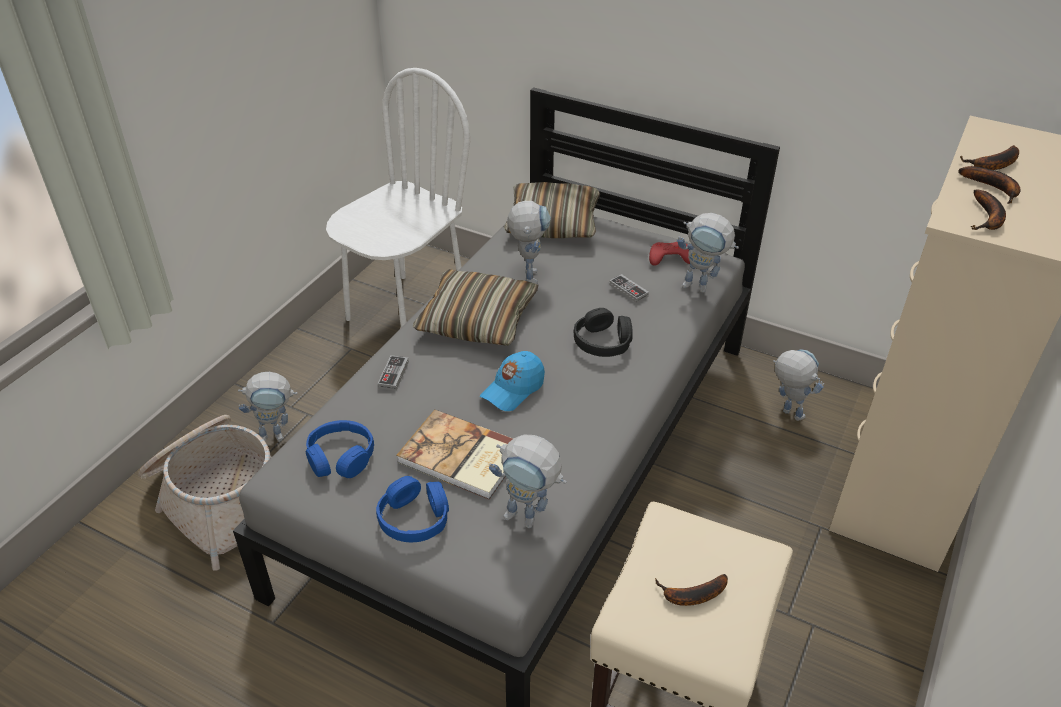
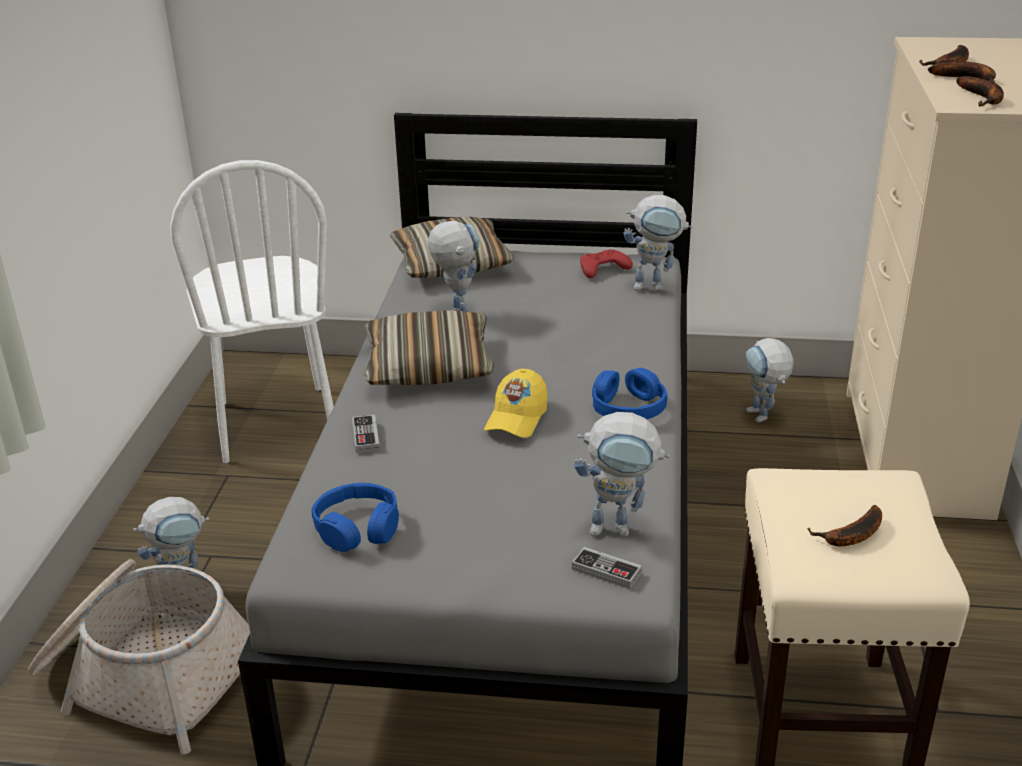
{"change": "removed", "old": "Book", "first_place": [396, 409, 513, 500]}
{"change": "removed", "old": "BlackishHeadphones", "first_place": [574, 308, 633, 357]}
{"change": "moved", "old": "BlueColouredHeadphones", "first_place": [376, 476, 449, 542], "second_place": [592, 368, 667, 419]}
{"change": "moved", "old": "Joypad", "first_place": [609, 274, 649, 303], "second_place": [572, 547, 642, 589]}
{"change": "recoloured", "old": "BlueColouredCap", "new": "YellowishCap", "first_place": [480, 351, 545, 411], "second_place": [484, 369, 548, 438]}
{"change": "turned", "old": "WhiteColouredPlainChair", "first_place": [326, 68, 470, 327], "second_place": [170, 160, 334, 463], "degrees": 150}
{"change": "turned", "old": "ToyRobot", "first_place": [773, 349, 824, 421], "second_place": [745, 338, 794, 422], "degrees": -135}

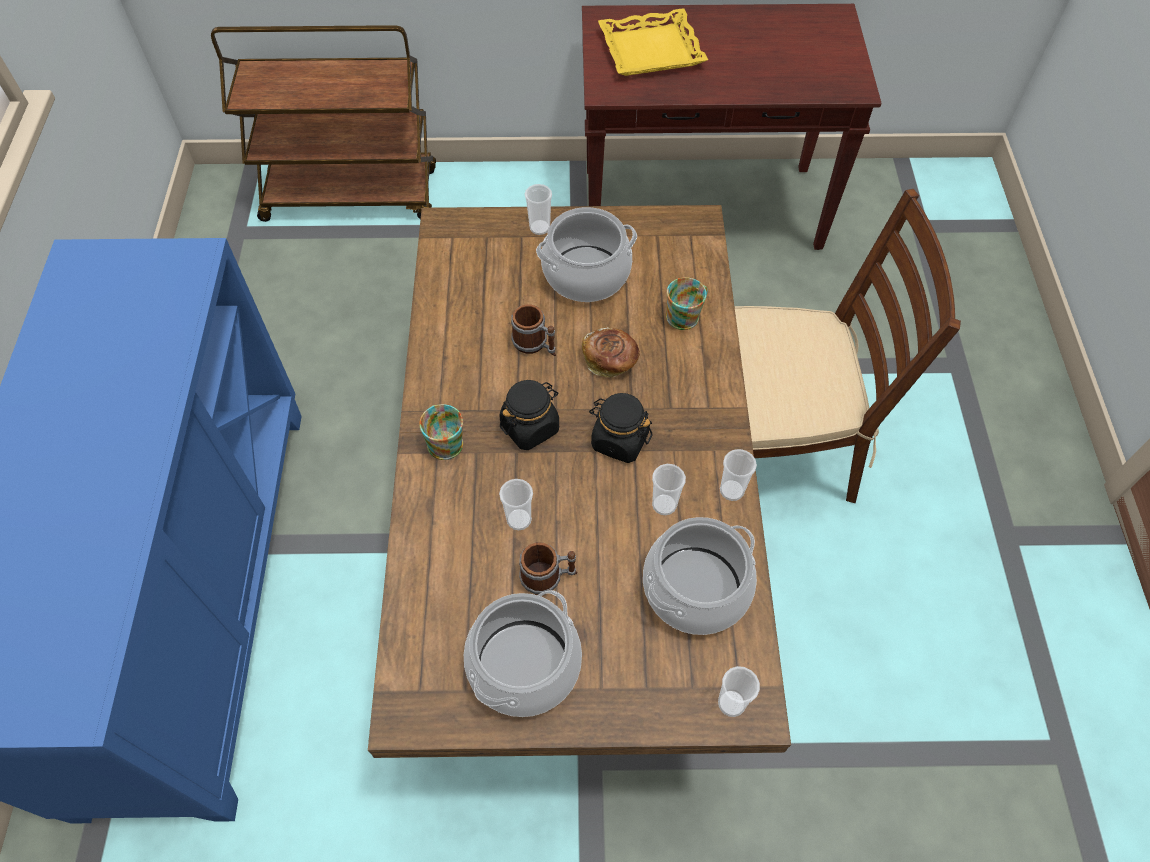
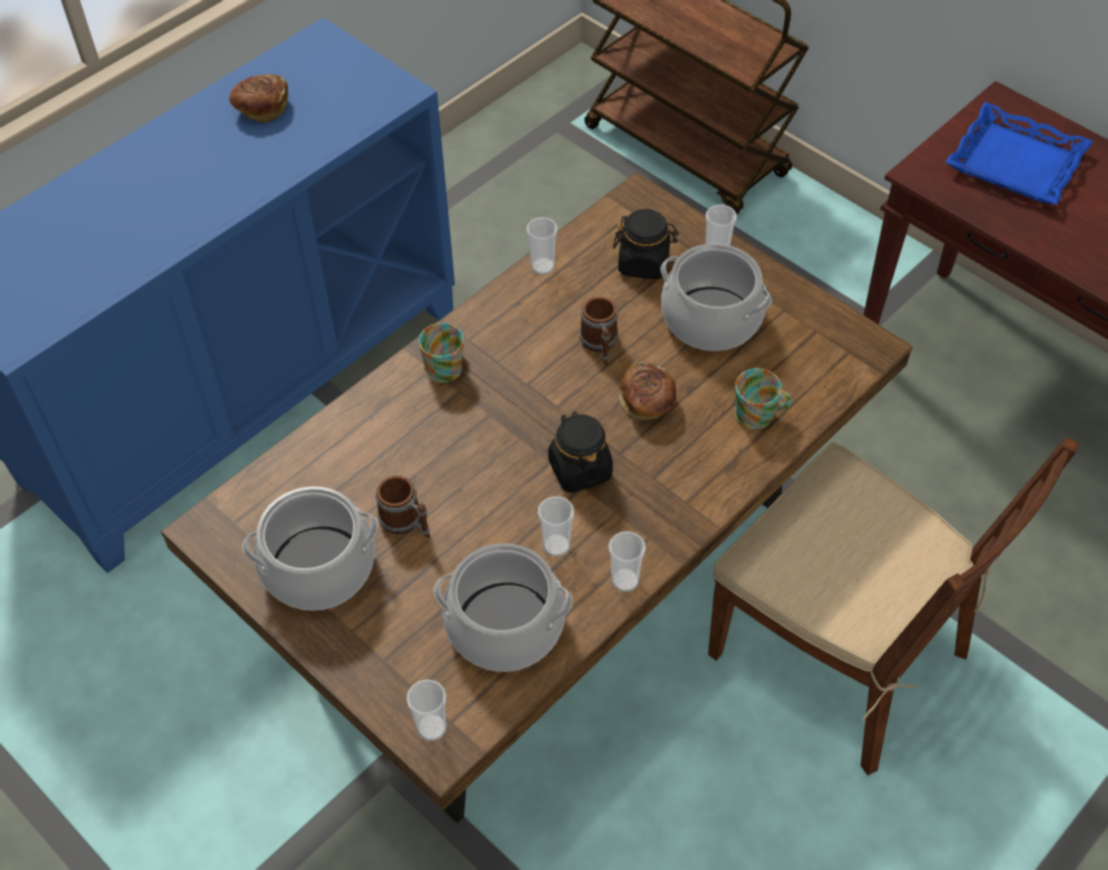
{"change": "added", "new": "BakeryBread", "second_place": [229, 74, 288, 123]}
{"change": "moved", "old": "BlackishStorageJar", "first_place": [499, 380, 559, 450], "second_place": [613, 209, 679, 279]}
{"change": "moved", "old": "Cup", "first_place": [499, 479, 533, 530], "second_place": [526, 217, 558, 275]}
{"change": "recoloured", "old": "YellowishServingTray", "new": "BlueColouredServingTray", "first_place": [598, 8, 708, 76], "second_place": [945, 102, 1093, 204]}

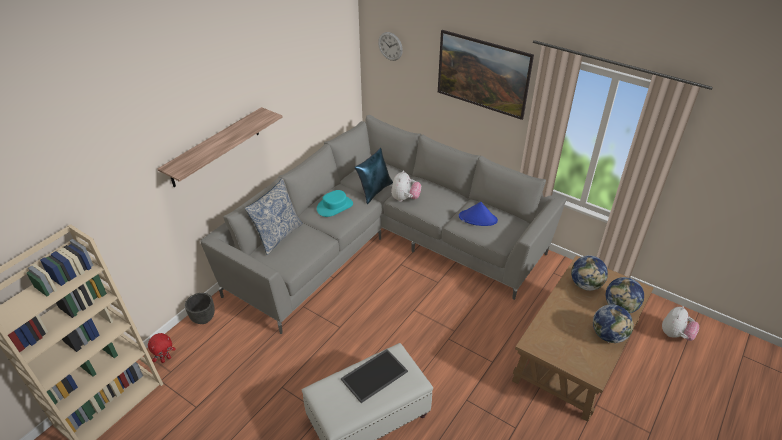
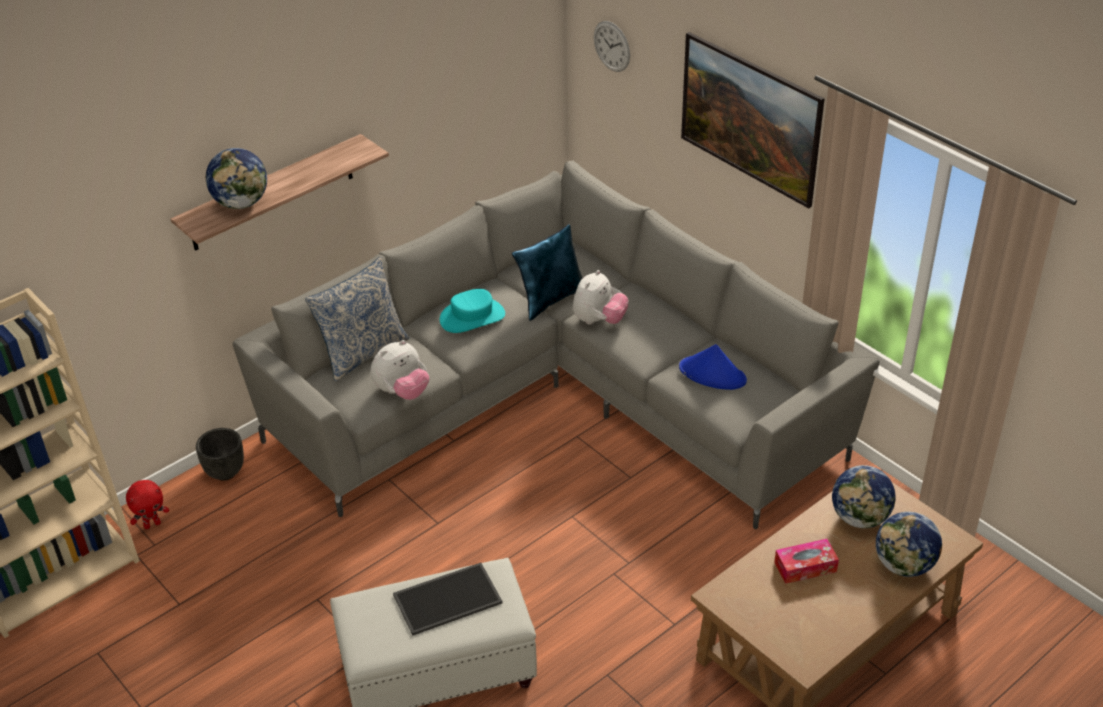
{"change": "added", "new": "TissueHolder", "second_place": [774, 539, 839, 584]}
{"change": "moved", "old": "WorldGlobe", "first_place": [593, 304, 634, 343], "second_place": [205, 148, 267, 209]}
{"change": "moved", "old": "SoftToy", "first_place": [662, 306, 699, 341], "second_place": [371, 340, 429, 400]}

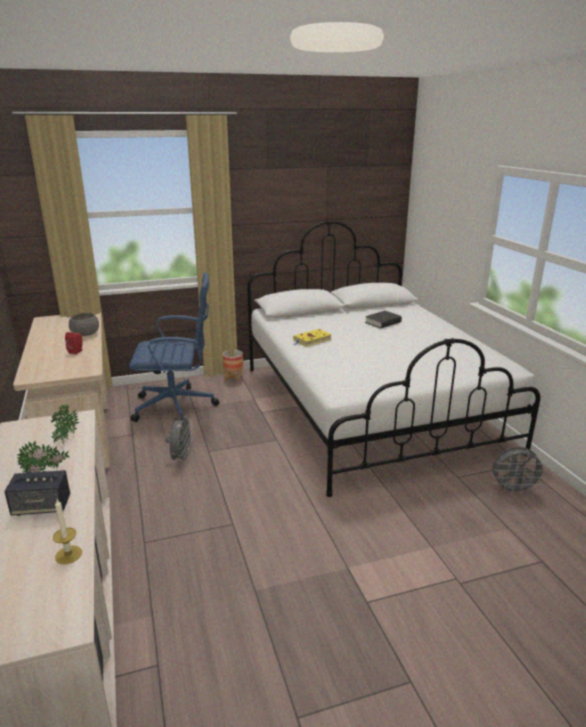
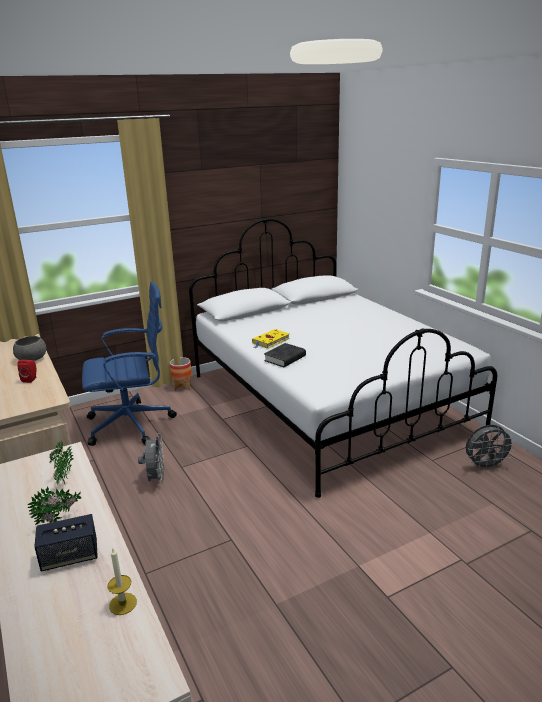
{"change": "moved", "old": "BlackishBook", "first_place": [365, 311, 402, 328], "second_place": [264, 343, 306, 367]}

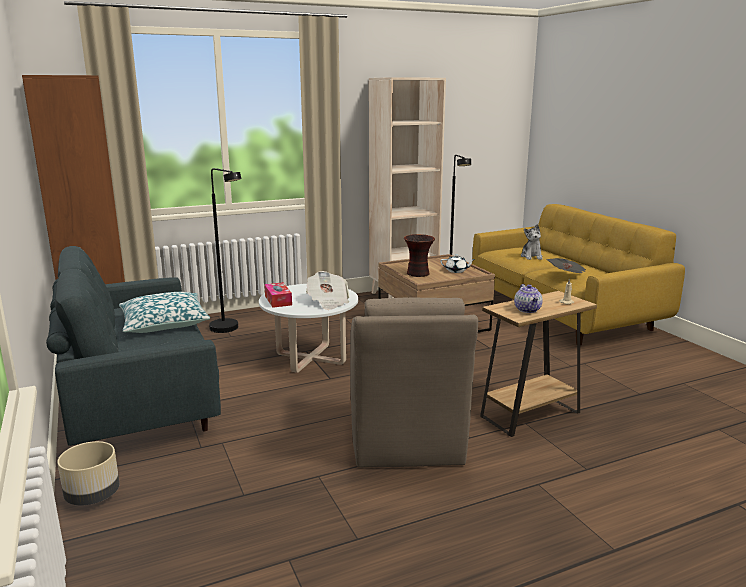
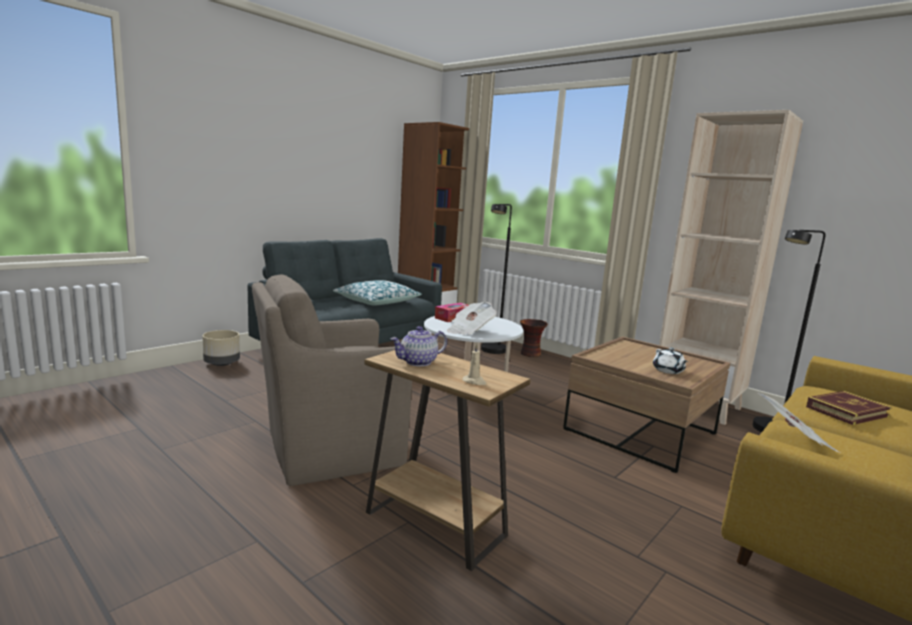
{"change": "moved", "old": "DecorativeVase", "first_place": [404, 234, 435, 277], "second_place": [520, 319, 548, 357]}
{"change": "replaced", "old": "SoftToy", "new": "Book", "first_place": [521, 224, 543, 260], "second_place": [806, 391, 892, 425]}

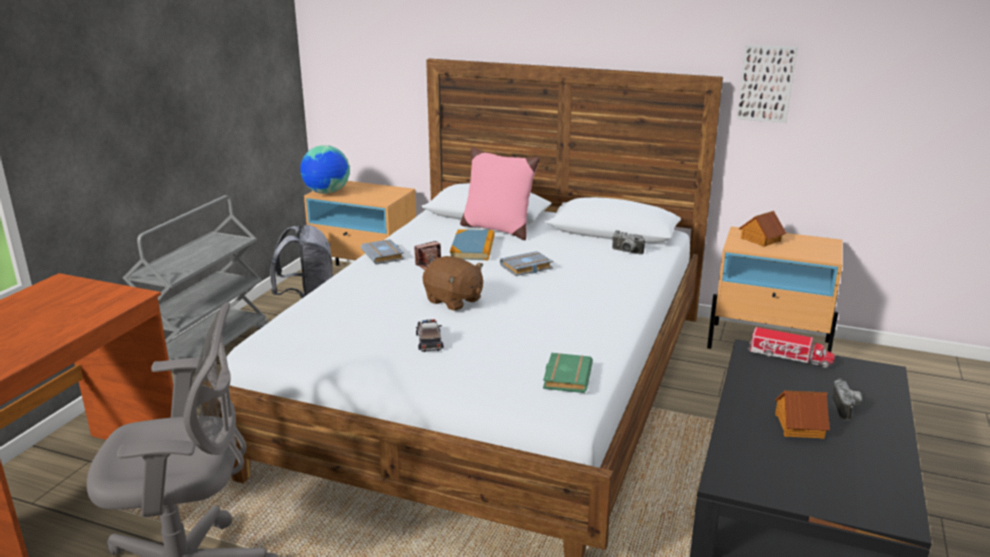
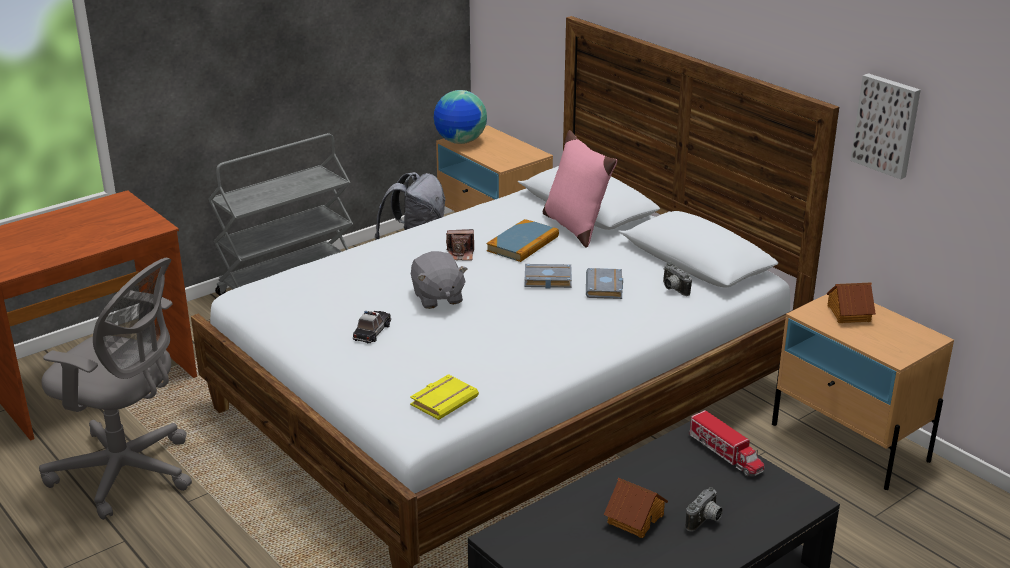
{"change": "moved", "old": "GreyBook", "first_place": [361, 239, 405, 264], "second_place": [586, 268, 623, 299]}
{"change": "recoloured", "old": "BrownishSoftToy", "new": "GreySoftToy", "first_place": [423, 256, 483, 311], "second_place": [411, 251, 467, 309]}
{"change": "recoloured", "old": "GreenColouredBook", "new": "YellowishBook", "first_place": [543, 353, 593, 393], "second_place": [410, 374, 479, 420]}

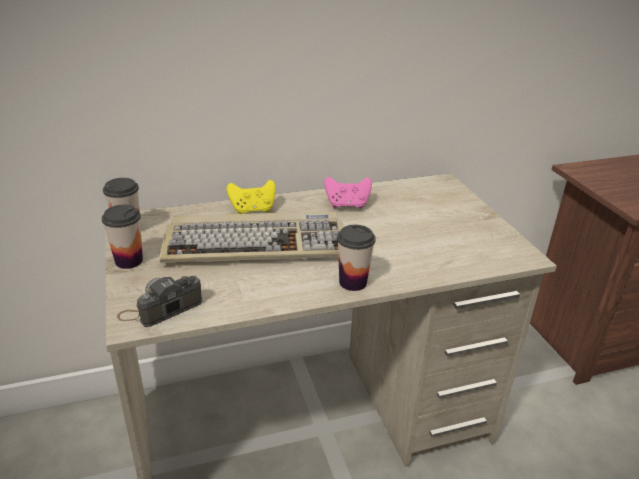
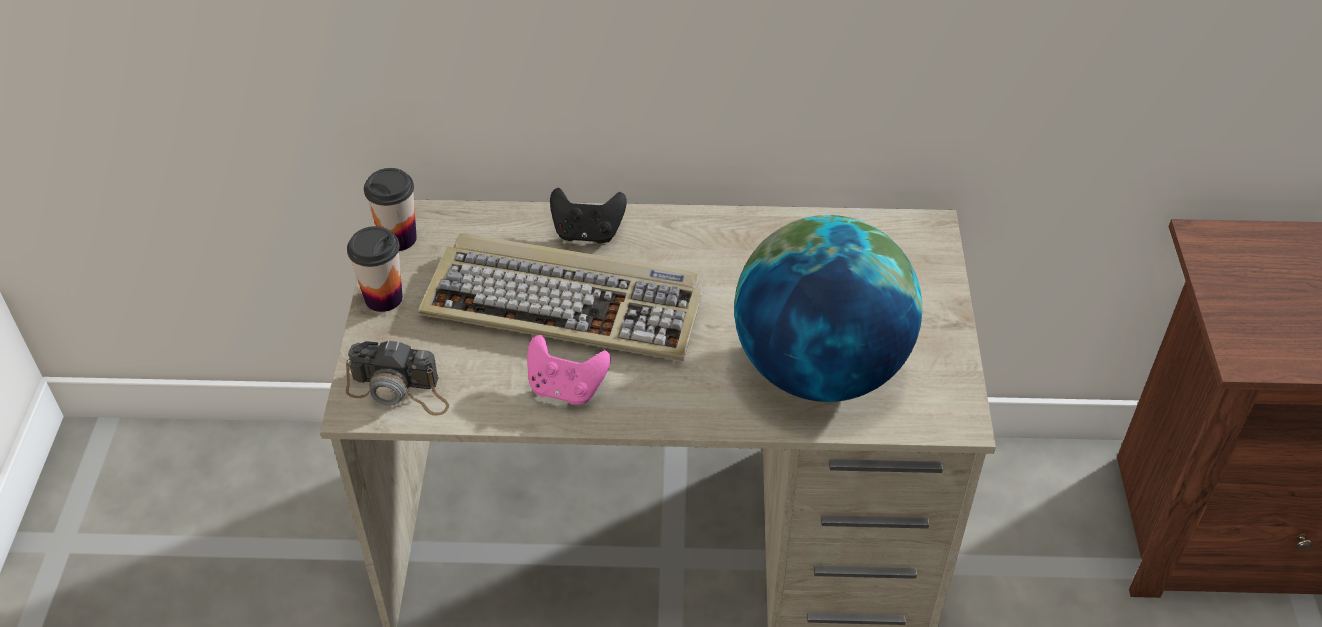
{"change": "removed", "old": "Cup", "first_place": [337, 225, 376, 291]}
{"change": "added", "new": "WorldGlobe", "second_place": [734, 215, 922, 402]}
{"change": "moved", "old": "PinkJoypad", "first_place": [324, 177, 372, 209], "second_place": [527, 335, 611, 405]}
{"change": "recoloured", "old": "YellowishJoypad", "new": "BlackishJoypad", "first_place": [227, 180, 276, 214], "second_place": [550, 188, 627, 243]}
{"change": "turned", "old": "StillCamera", "first_place": [117, 276, 203, 327], "second_place": [346, 339, 449, 416], "degrees": -150}

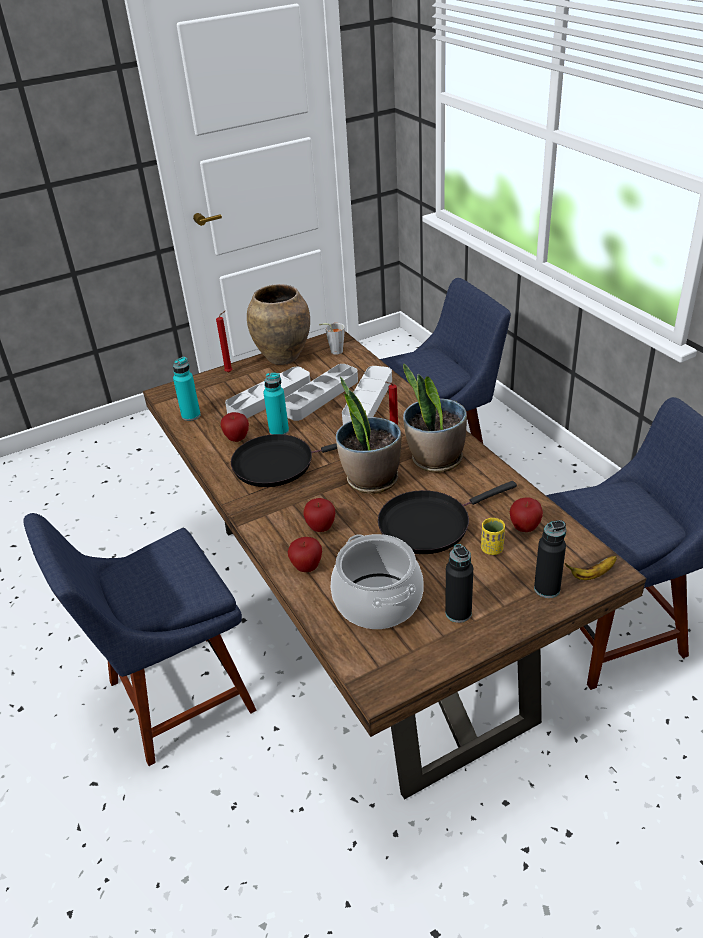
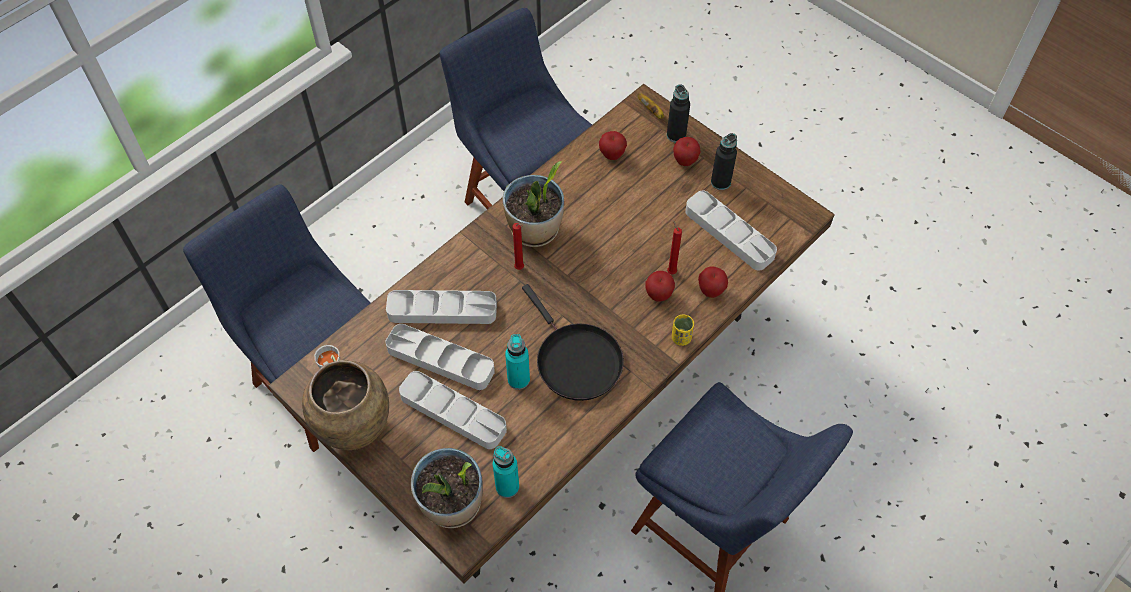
{"change": "removed", "old": "BlackishSkillet", "first_place": [378, 481, 517, 554]}
{"change": "moved", "old": "RedWaxLight", "first_place": [216, 311, 233, 372], "second_place": [667, 220, 682, 275]}
{"change": "moved", "old": "AppleFruit", "first_place": [221, 412, 249, 442], "second_place": [673, 137, 701, 166]}
{"change": "moved", "old": "PottedPlant", "first_place": [336, 376, 401, 494], "second_place": [411, 448, 483, 528]}
{"change": "moved", "old": "YellowishCup", "first_place": [481, 518, 505, 555], "second_place": [672, 314, 694, 346]}
{"change": "replaced", "old": "CookingPot", "new": "GreyServingTray", "first_place": [331, 534, 424, 629], "second_place": [685, 191, 777, 271]}

